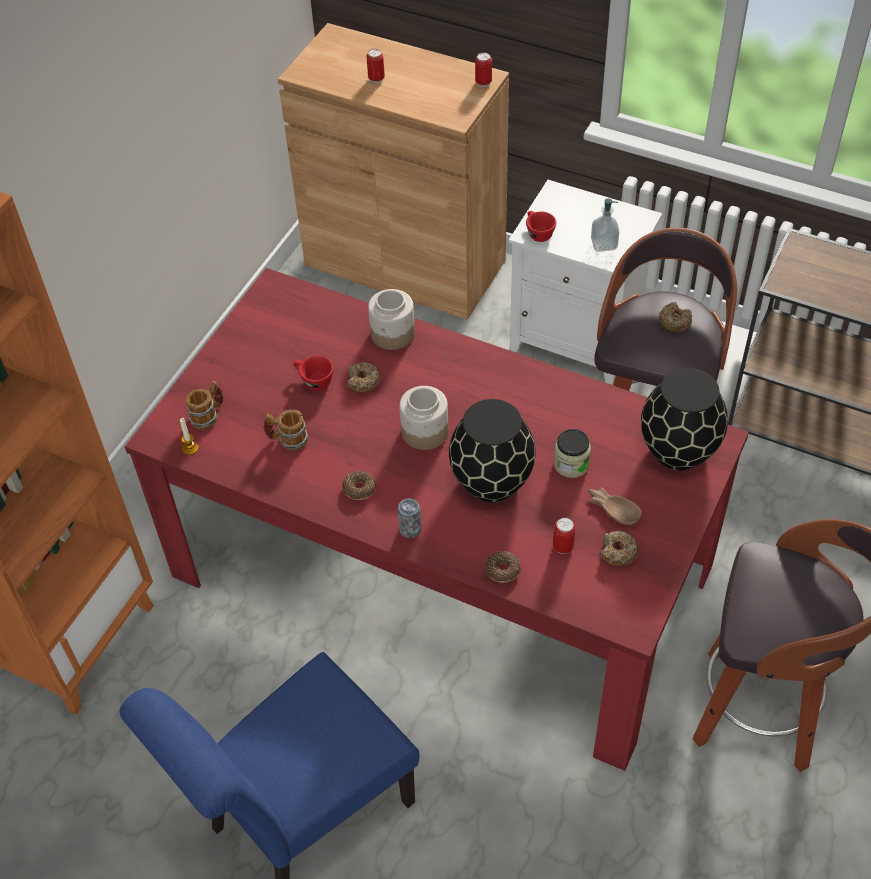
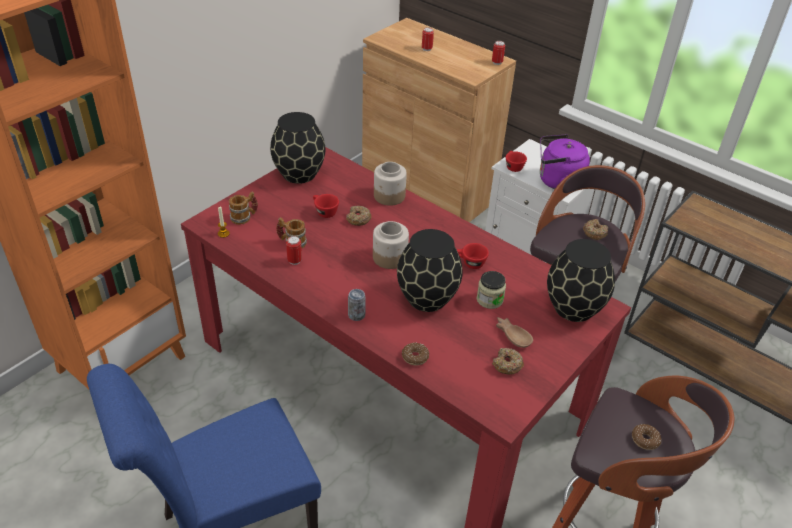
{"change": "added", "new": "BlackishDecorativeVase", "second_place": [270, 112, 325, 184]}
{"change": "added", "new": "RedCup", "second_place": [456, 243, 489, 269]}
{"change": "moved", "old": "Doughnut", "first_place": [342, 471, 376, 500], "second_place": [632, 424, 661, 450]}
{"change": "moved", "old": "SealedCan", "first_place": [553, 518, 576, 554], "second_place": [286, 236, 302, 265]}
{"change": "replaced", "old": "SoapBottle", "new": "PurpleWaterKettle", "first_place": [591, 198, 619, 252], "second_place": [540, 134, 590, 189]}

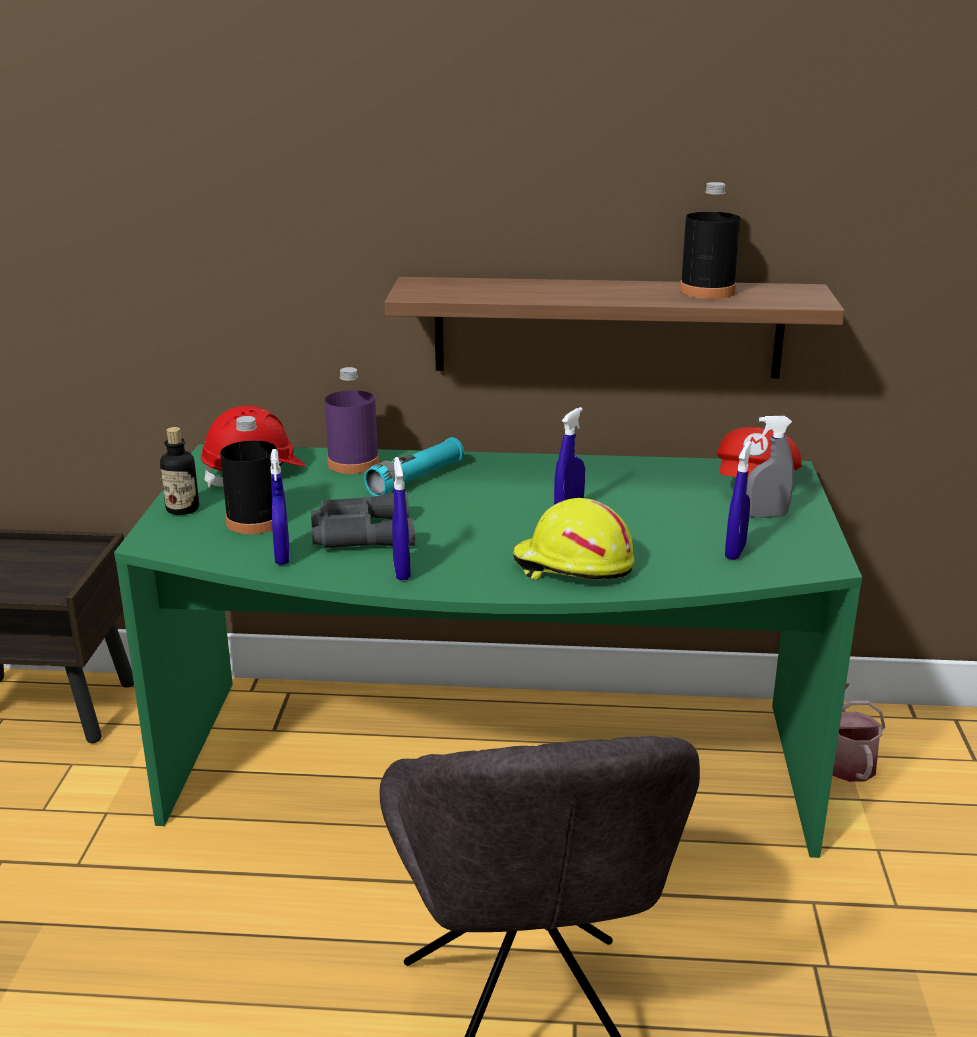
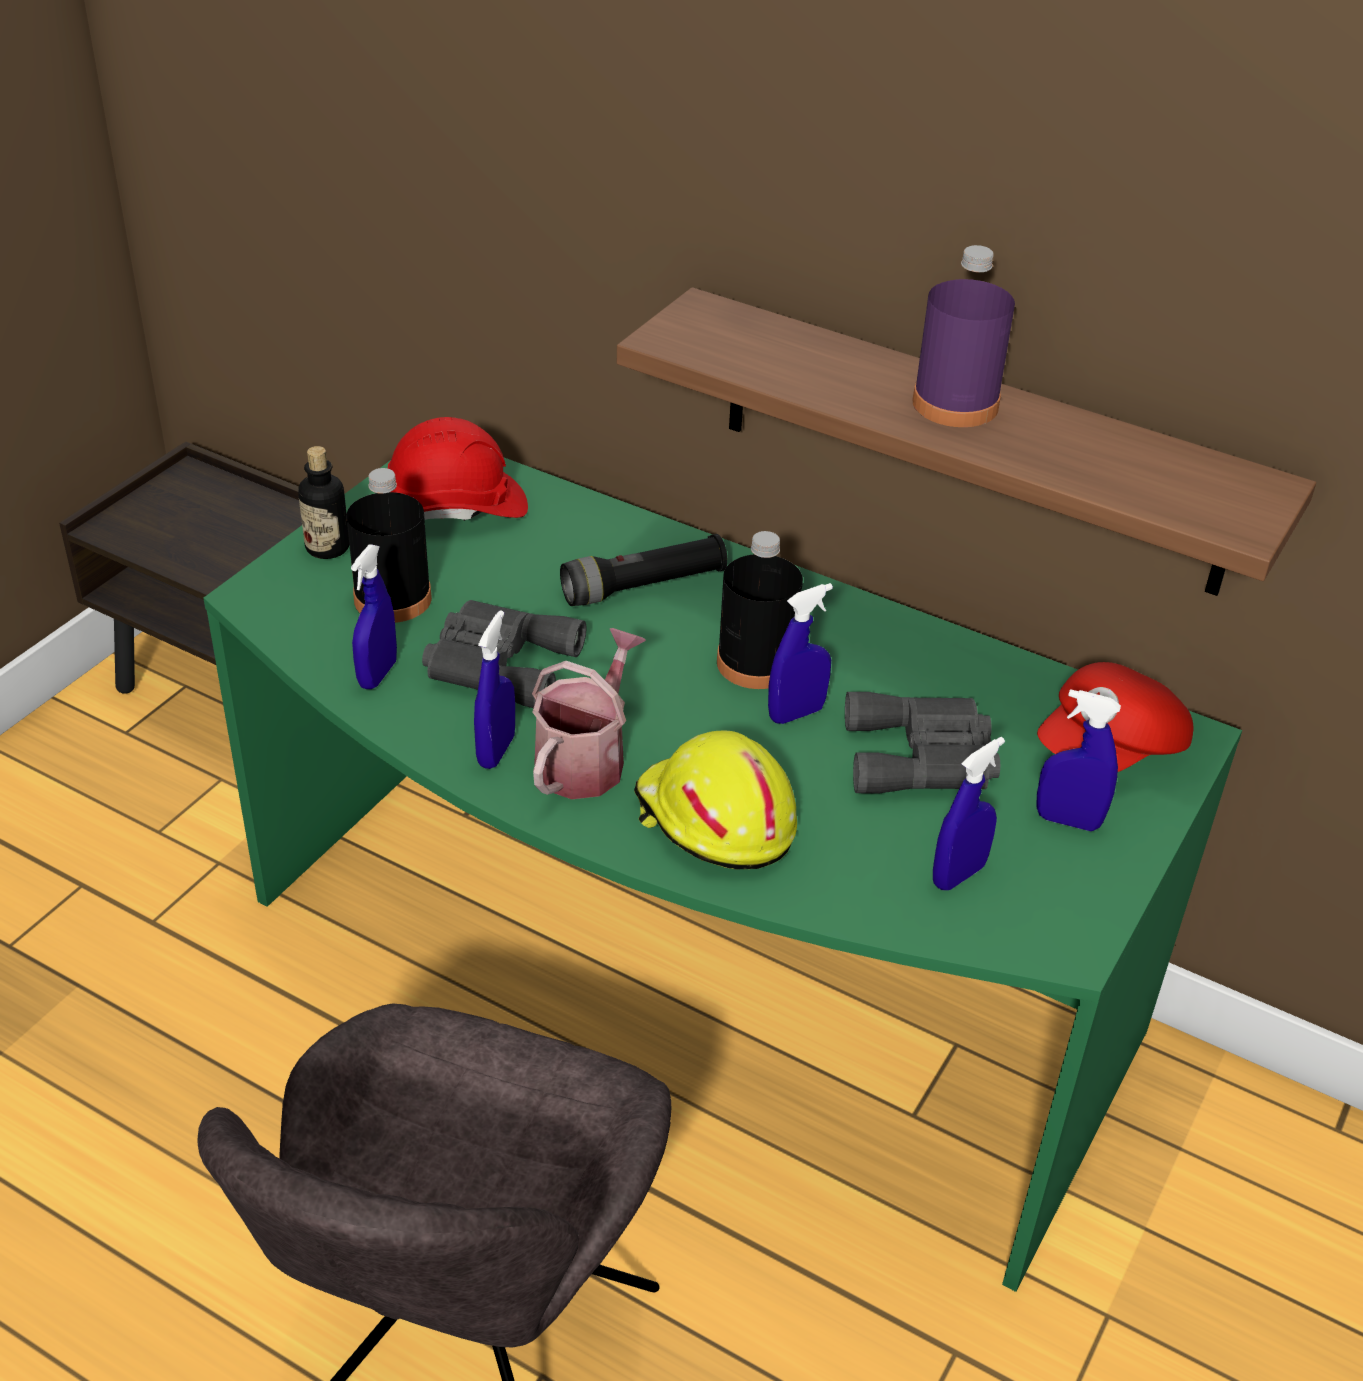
{"change": "added", "new": "GreyFieldGlasses", "second_place": [845, 692, 1000, 794]}
{"change": "moved", "old": "PurpleDrinkBottle", "first_place": [325, 367, 379, 474], "second_place": [912, 245, 1015, 427]}
{"change": "moved", "old": "BlackishDrinkBottle", "first_place": [680, 182, 741, 299], "second_place": [717, 531, 803, 689]}
{"change": "moved", "old": "WateringPot", "first_place": [833, 683, 885, 782], "second_place": [532, 628, 646, 799]}
{"change": "recoloured", "old": "TurquoiseColouredTorch", "new": "BlackishTorch", "first_place": [364, 437, 464, 496], "second_place": [560, 534, 728, 606]}
{"change": "recoloured", "old": "GreySprayer", "new": "BlueColouredSprayer", "first_place": [746, 416, 794, 518], "second_place": [1036, 689, 1121, 831]}

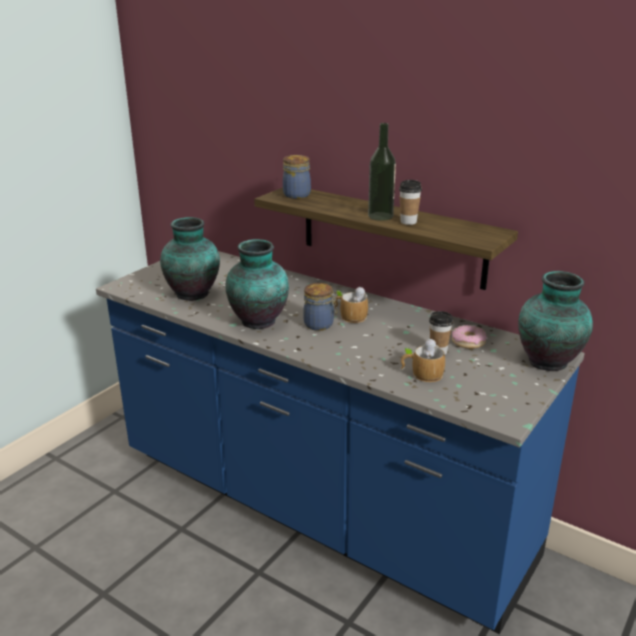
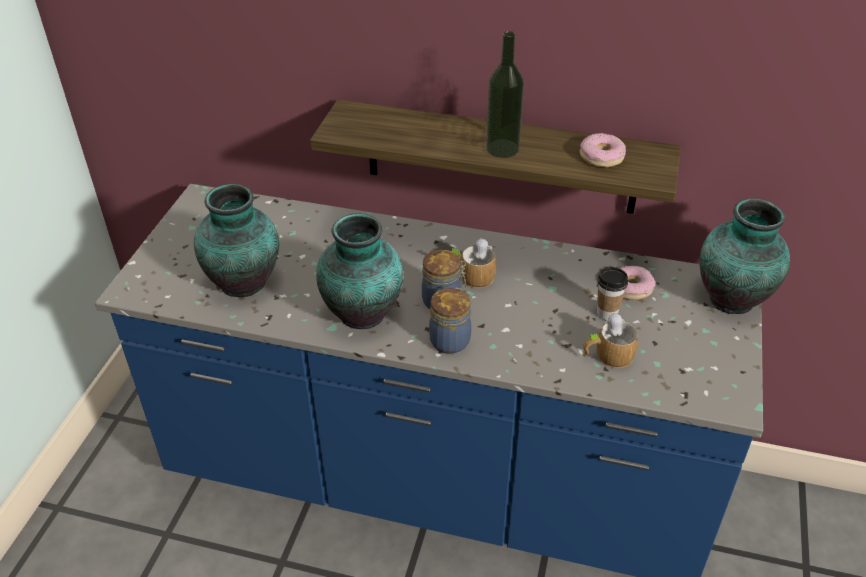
{"change": "removed", "old": "Cup", "first_place": [399, 180, 422, 225]}
{"change": "added", "new": "Doughnut", "second_place": [580, 133, 626, 167]}
{"change": "moved", "old": "StorageJar", "first_place": [283, 155, 311, 199], "second_place": [429, 288, 471, 354]}

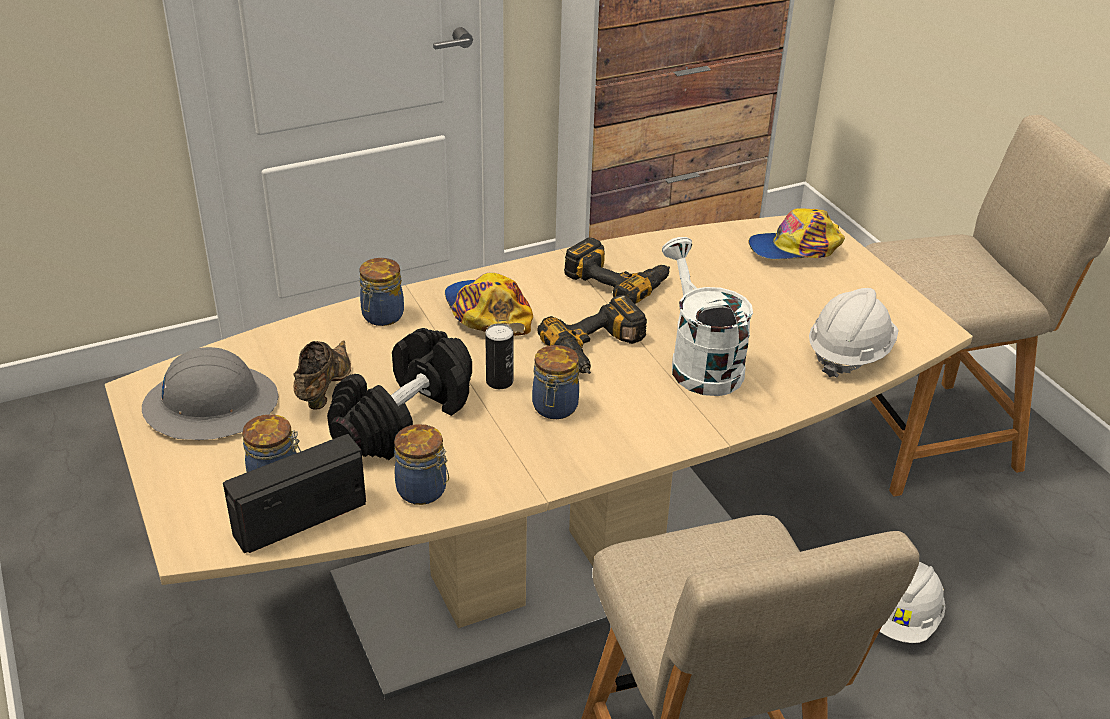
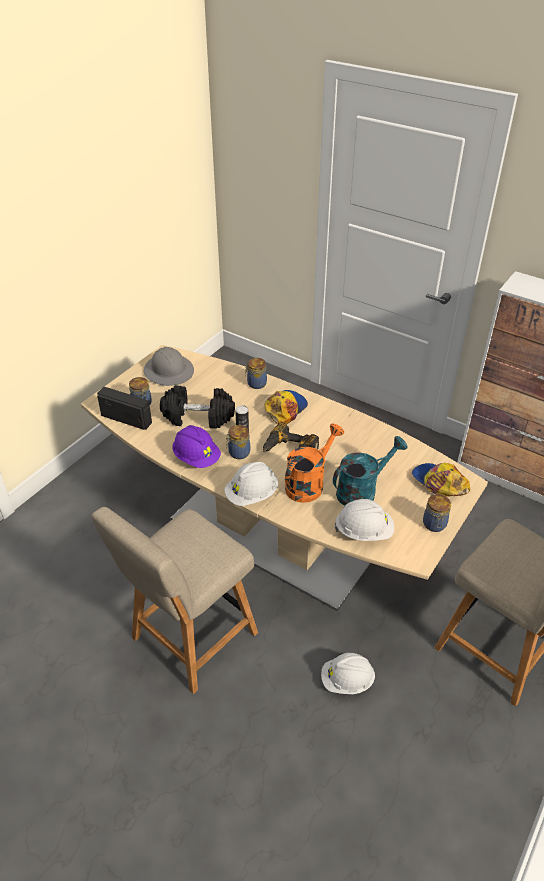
{"change": "removed", "old": "BrownishLowShoe", "first_place": [293, 341, 351, 410]}
{"change": "removed", "old": "Drill", "first_place": [564, 237, 670, 304]}
{"change": "added", "new": "PurpleHardHat", "second_place": [172, 425, 221, 468]}
{"change": "added", "new": "WhiteColouredHardHat", "second_place": [224, 462, 278, 506]}
{"change": "added", "new": "TurquoiseColouredWateringPot", "second_place": [333, 436, 408, 505]}
{"change": "moved", "old": "StorageJar", "first_place": [394, 424, 449, 505], "second_place": [423, 494, 451, 532]}
{"change": "recoloured", "old": "WhiteColouredWateringPot", "new": "OrangeColouredWateringPot", "first_place": [662, 237, 753, 396], "second_place": [285, 424, 344, 503]}

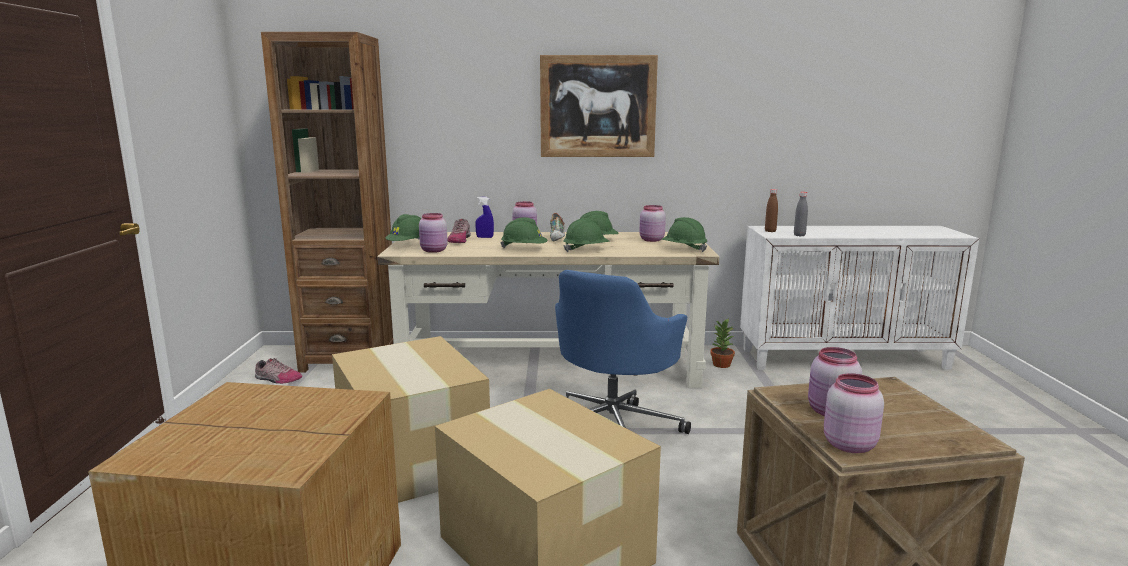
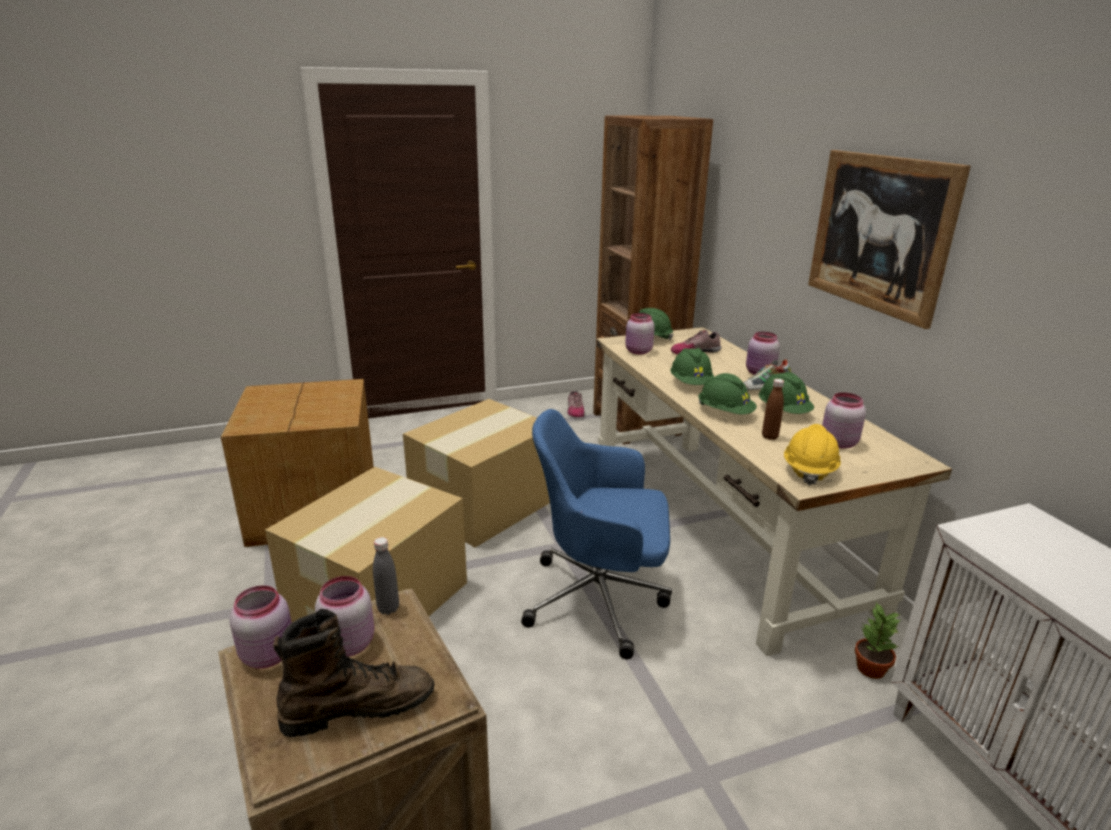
{"change": "removed", "old": "BlueColouredSprayer", "first_place": [475, 197, 494, 238]}
{"change": "added", "new": "BrownishHighTopBoot", "second_place": [273, 609, 434, 737]}
{"change": "moved", "old": "BrownishDrinkBottle", "first_place": [765, 189, 778, 232], "second_place": [762, 379, 784, 440]}
{"change": "moved", "old": "GreyDrinkBottle", "first_place": [794, 192, 808, 236], "second_place": [373, 537, 399, 615]}
{"change": "recoloured", "old": "GreenColouredHardHat", "new": "YellowishHardHat", "first_place": [662, 217, 707, 252], "second_place": [784, 424, 841, 485]}

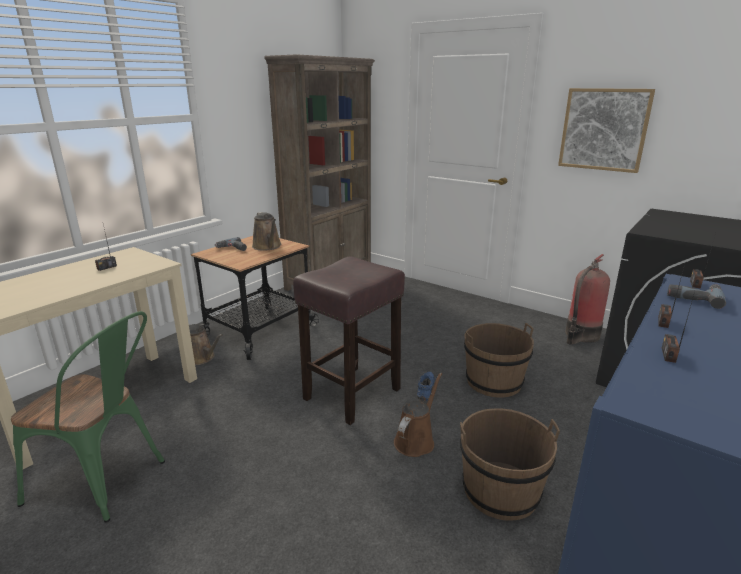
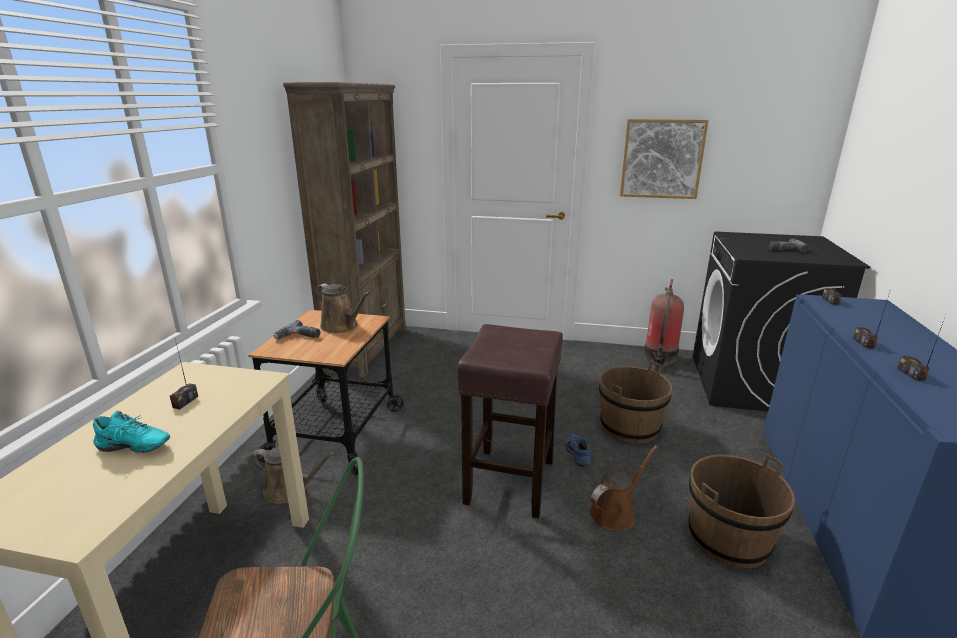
{"change": "added", "new": "TurquoiseColouredLowShoe", "second_place": [93, 411, 170, 453]}
{"change": "moved", "old": "Drill", "first_place": [667, 284, 726, 309], "second_place": [769, 238, 810, 253]}
{"change": "turned", "old": "BrownishWateringPot", "first_place": [394, 373, 442, 457], "second_place": [589, 445, 658, 531], "degrees": 45}

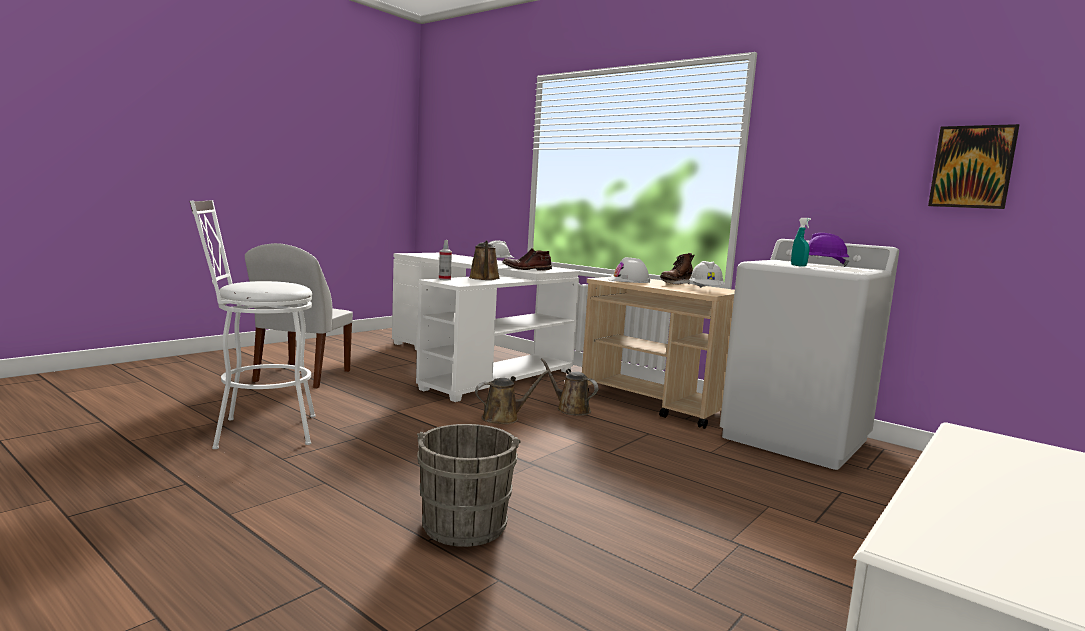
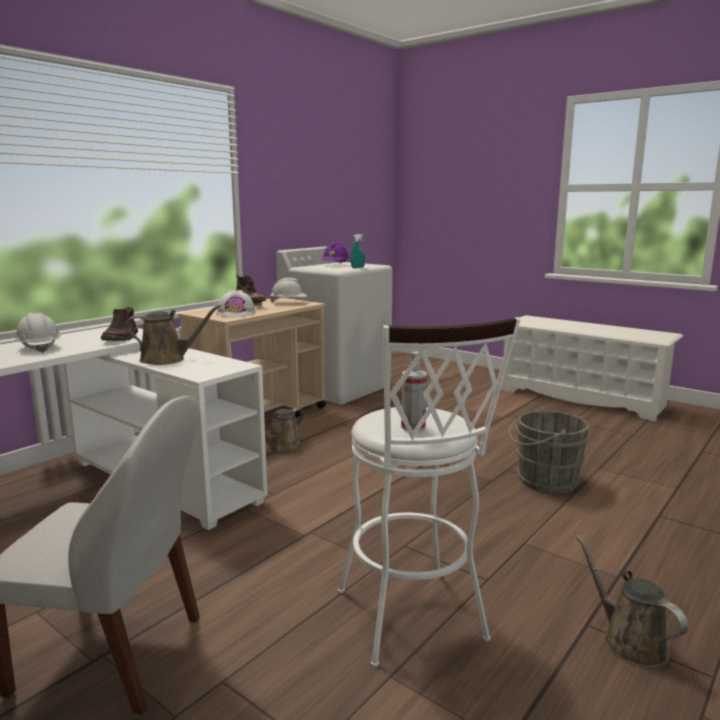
{"change": "removed", "old": "WallPicture", "first_place": [928, 124, 1019, 209]}
{"change": "moved", "old": "Sprayer", "first_place": [439, 240, 452, 280], "second_place": [401, 352, 427, 432]}
{"change": "moved", "old": "BrownishWateringPot", "first_place": [475, 370, 549, 424], "second_place": [576, 535, 688, 668]}

